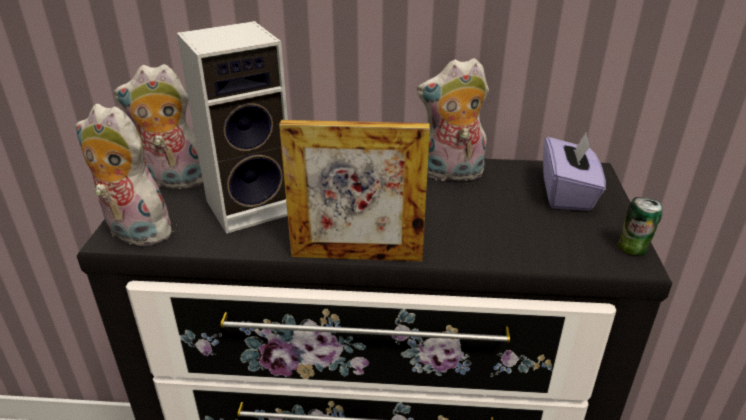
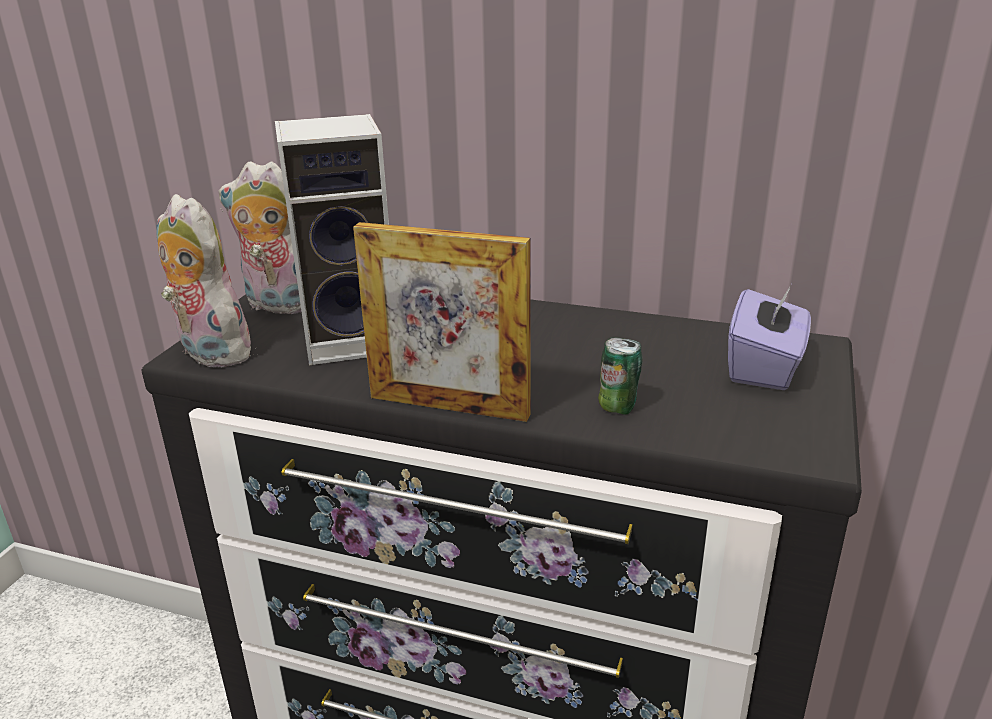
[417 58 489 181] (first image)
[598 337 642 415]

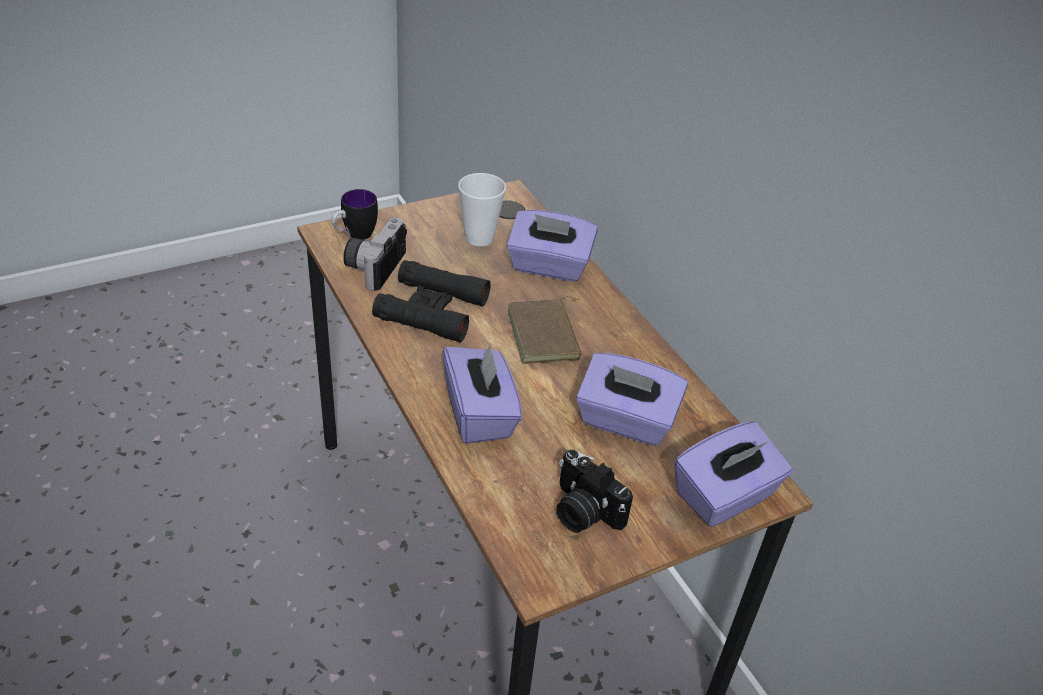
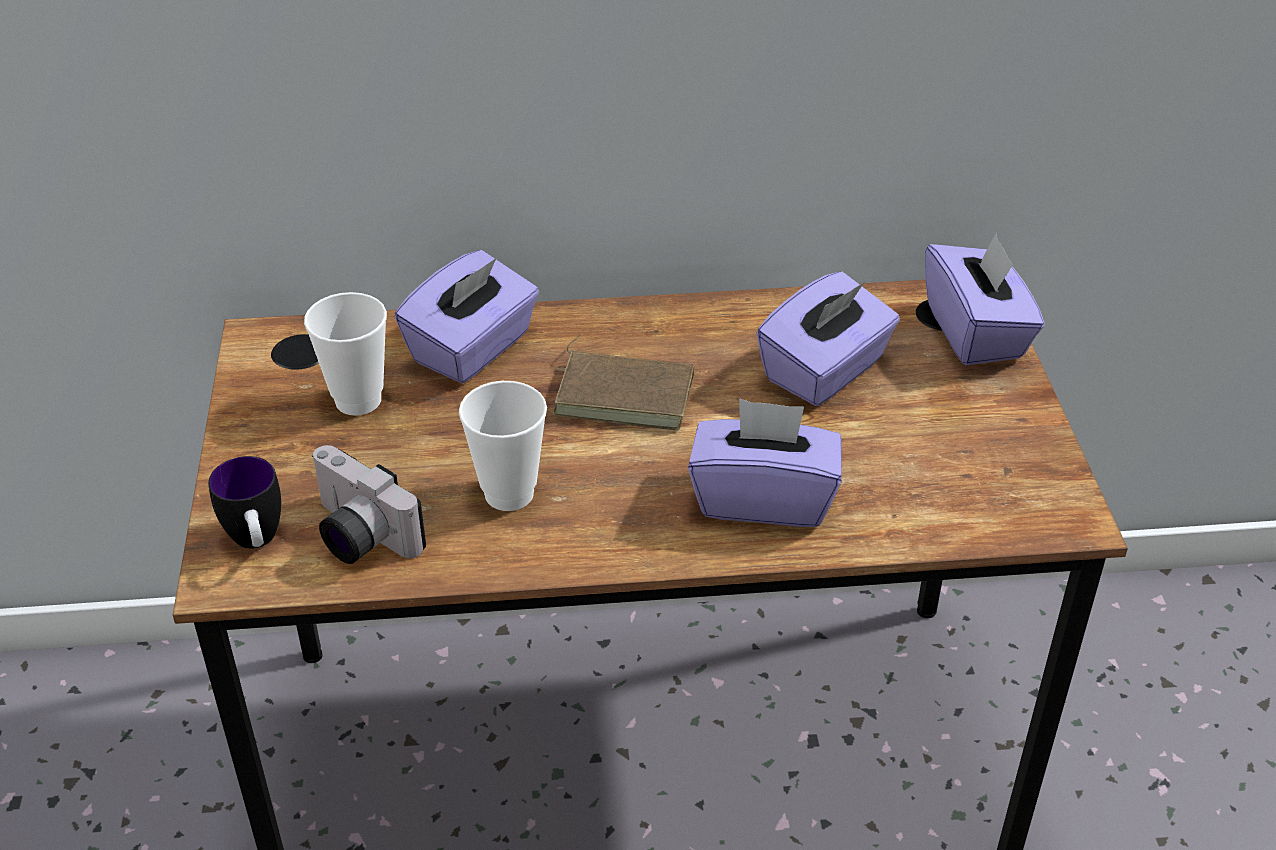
[459 381 547 511]
[556 450 633 533] (first image)

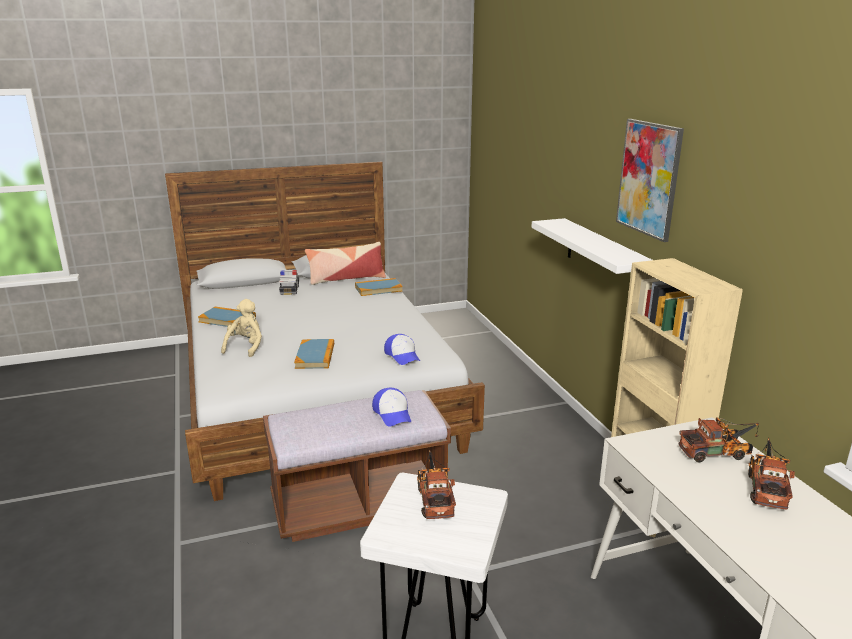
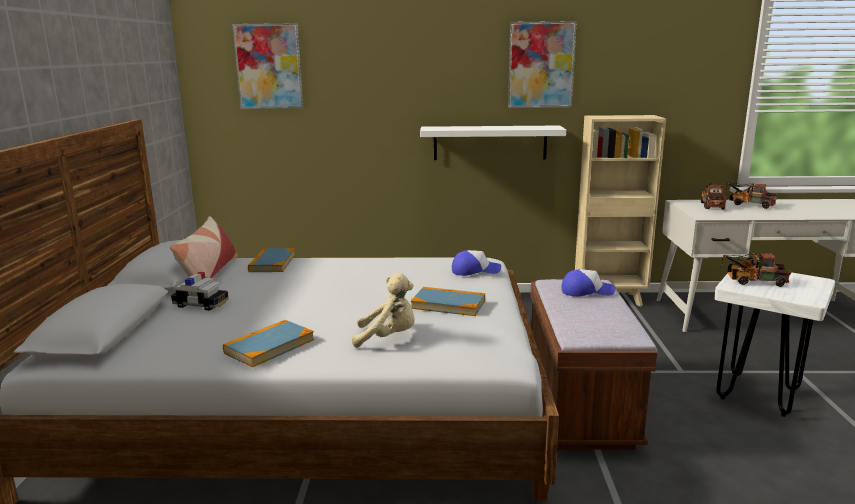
[352 273 415 348]
[232 23 303 109]

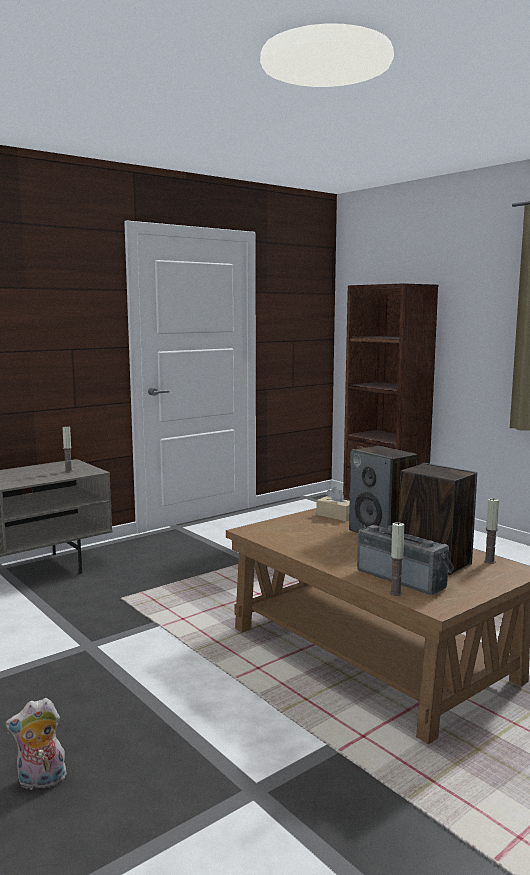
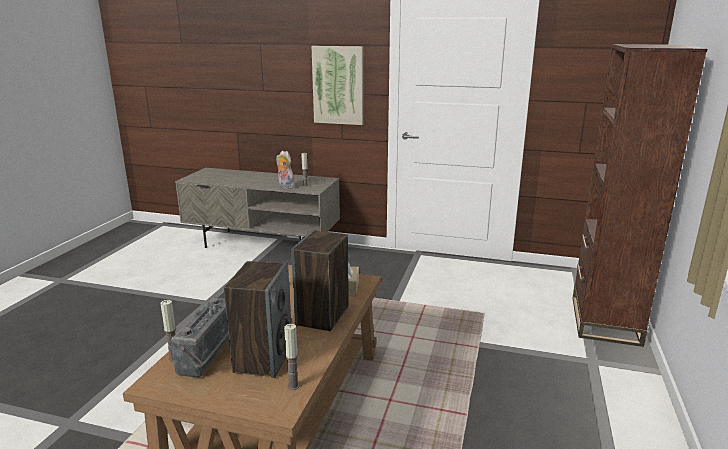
[276 151 295 189]
[311 46 363 125]

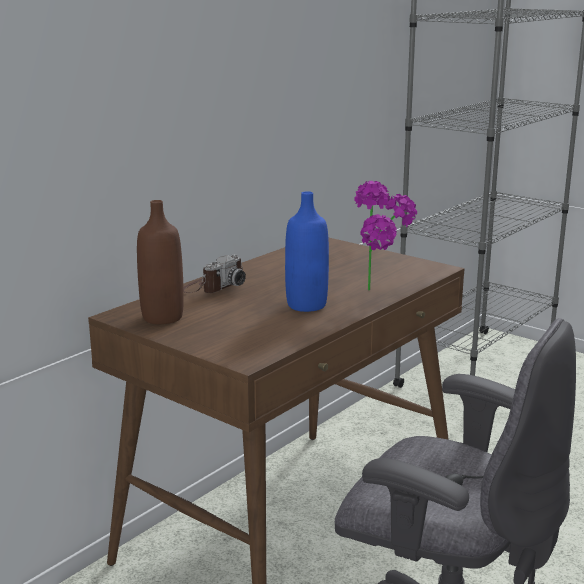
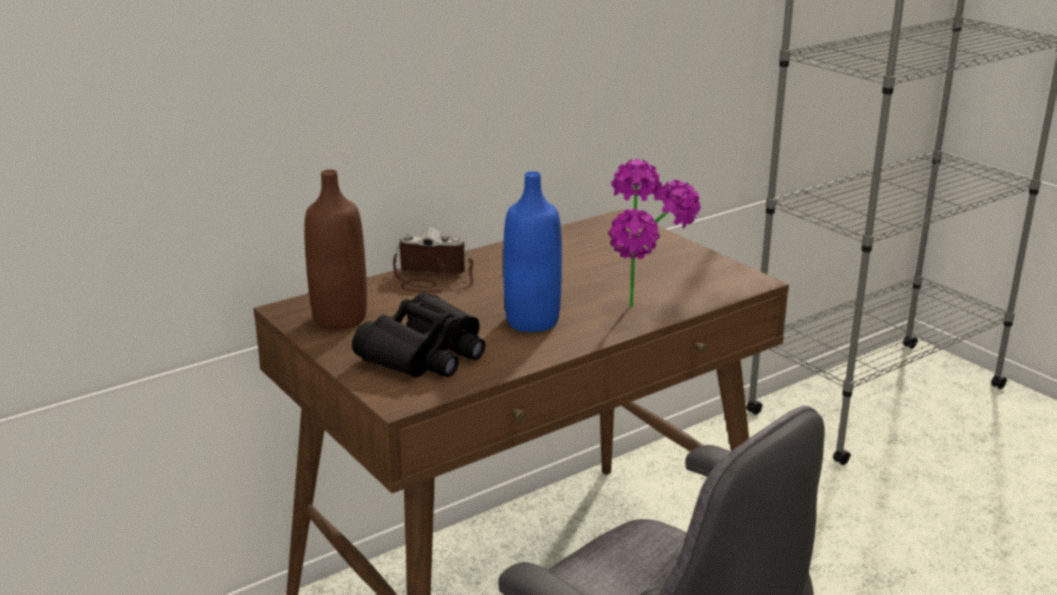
[393 227 474 292]
[352 293 485 377]

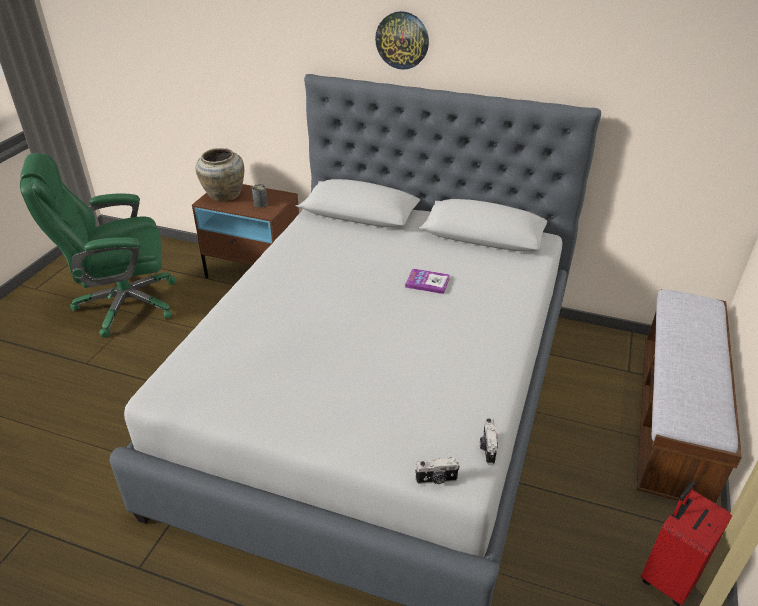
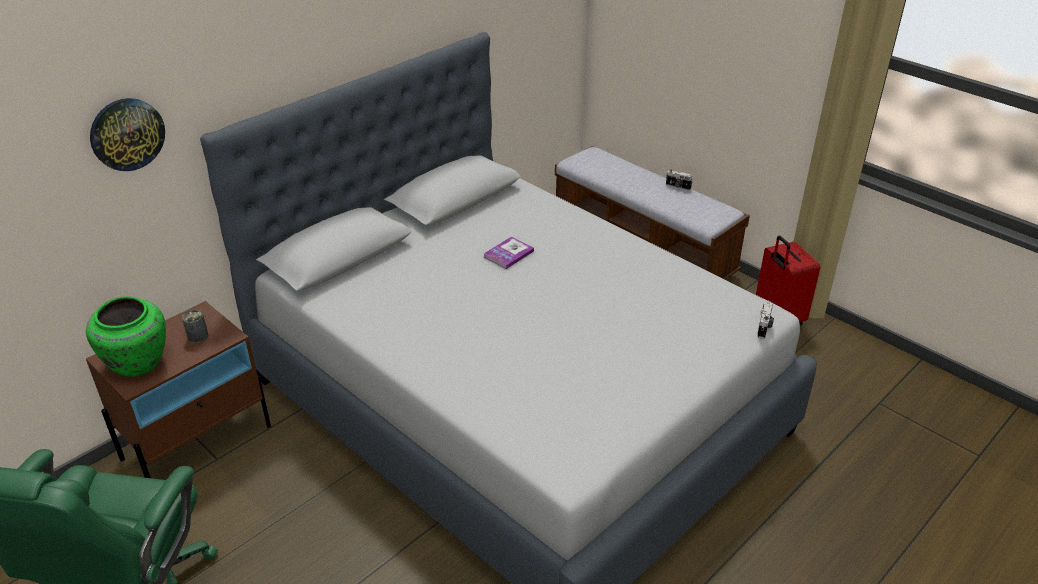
[90 98 165 171]
[86 296 166 377]
[666 169 693 191]

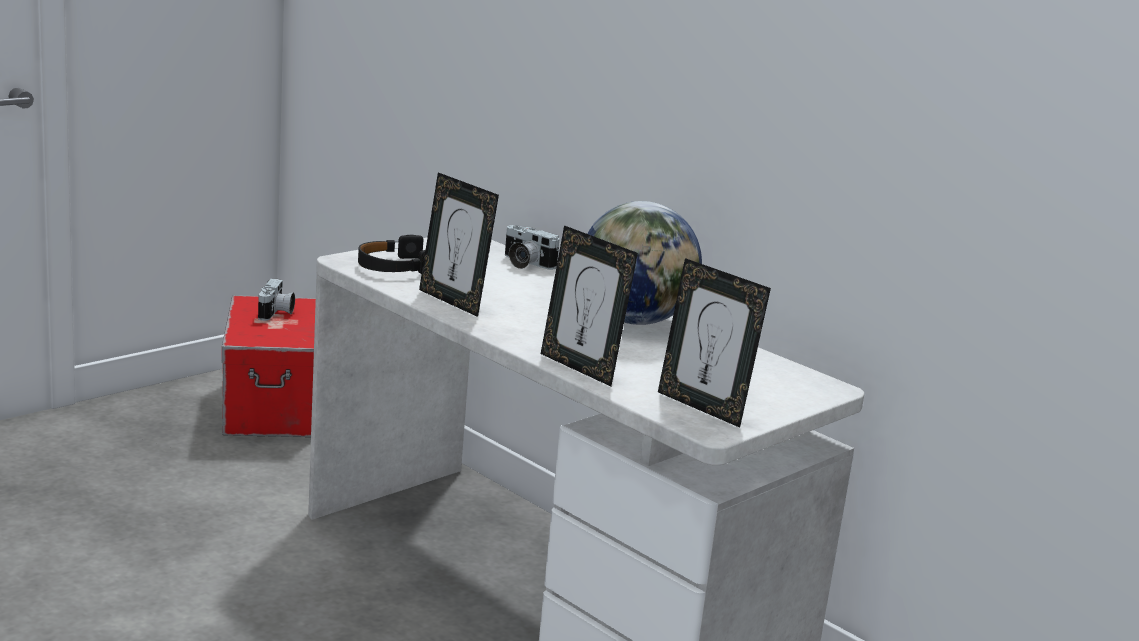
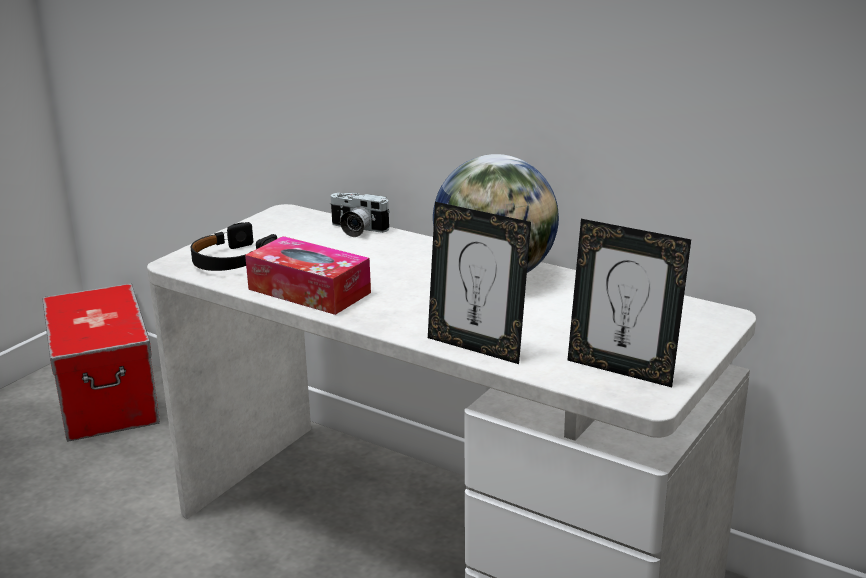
[245 236 371 315]
[258 279 295 321] (first image)

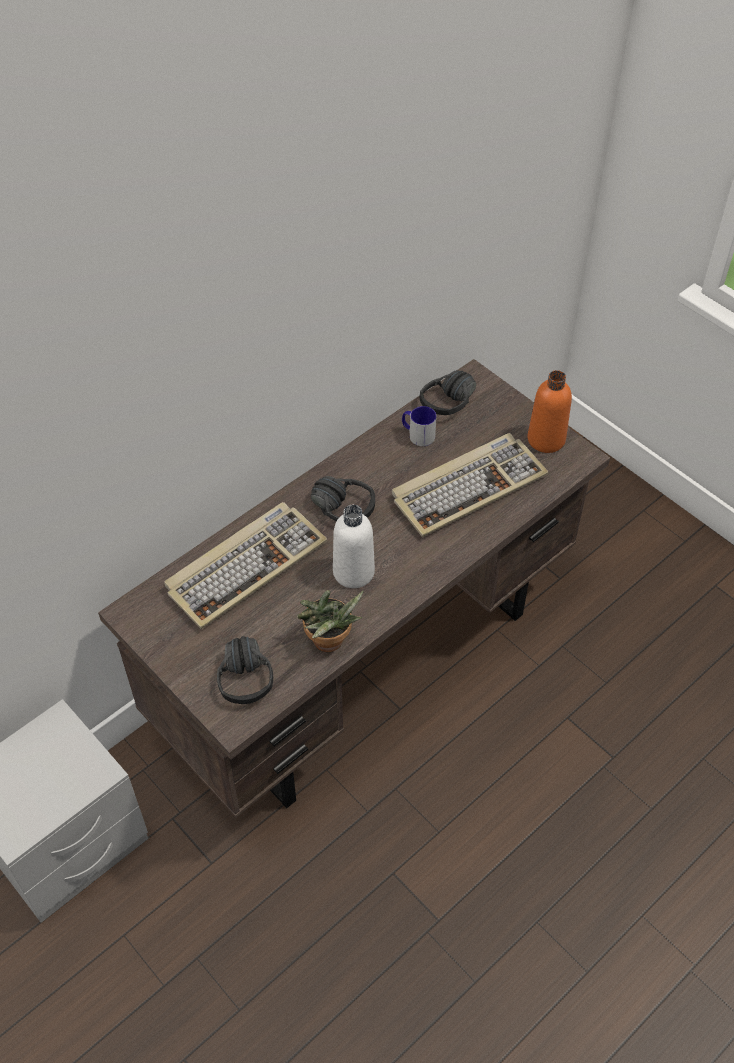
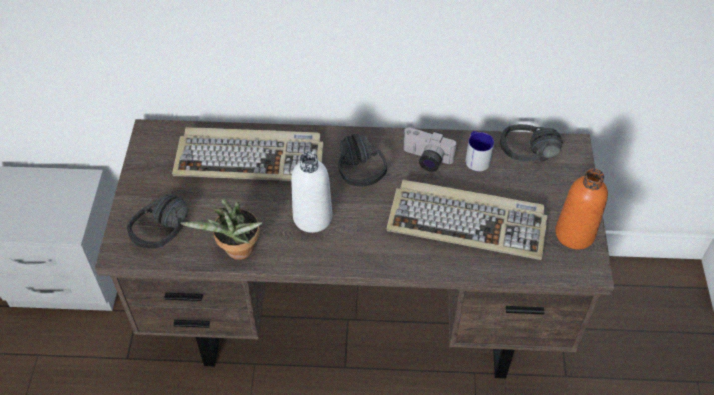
[403 127 457 172]

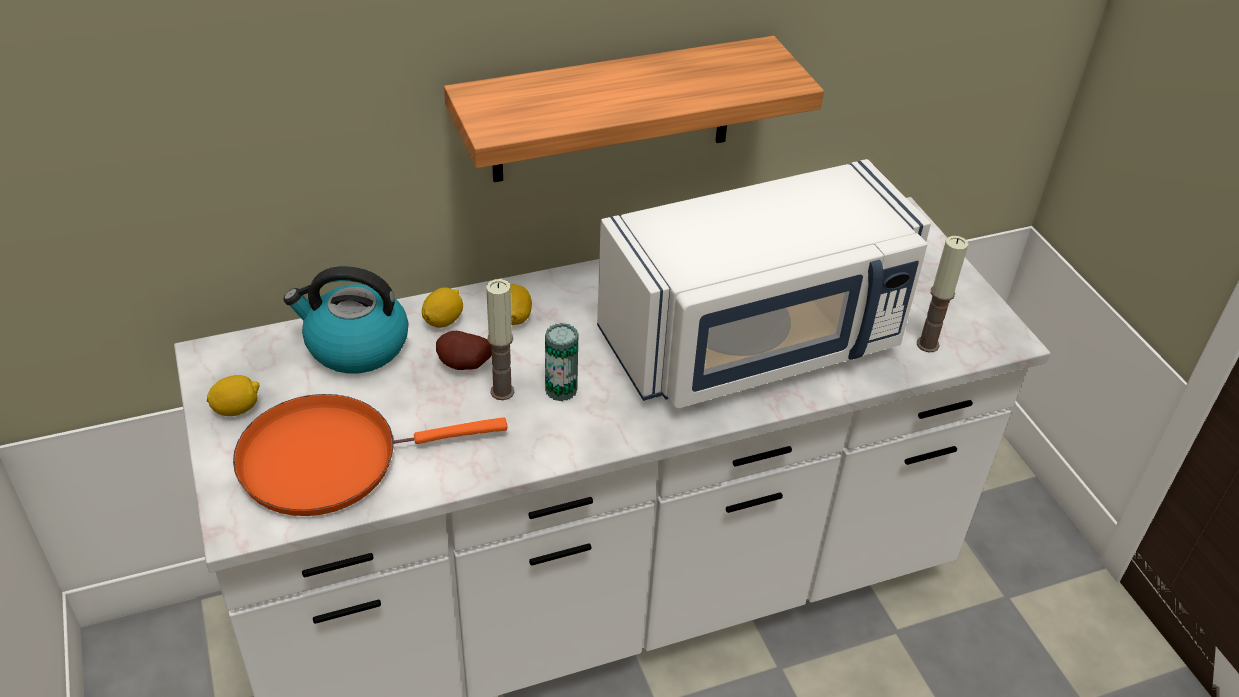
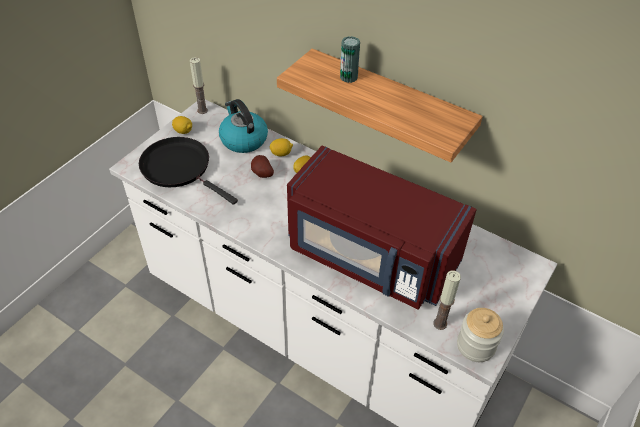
[287 146 477 309]
[190 57 208 114]
[340 36 360 83]
[139 137 238 205]
[457 308 504 362]

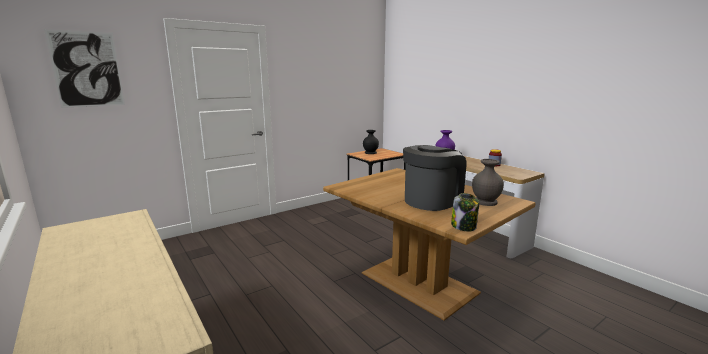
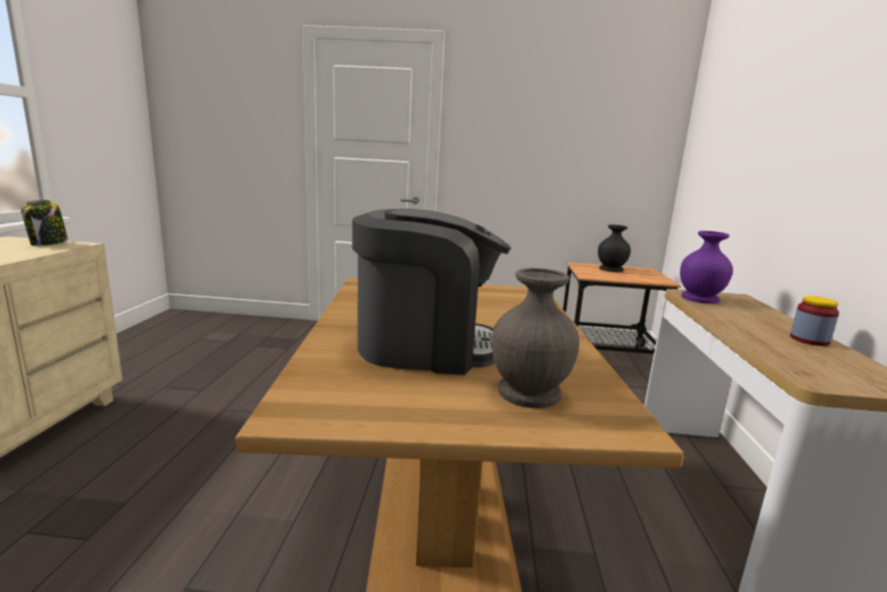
[44 29 125 108] (first image)
[21 200 68 246]

